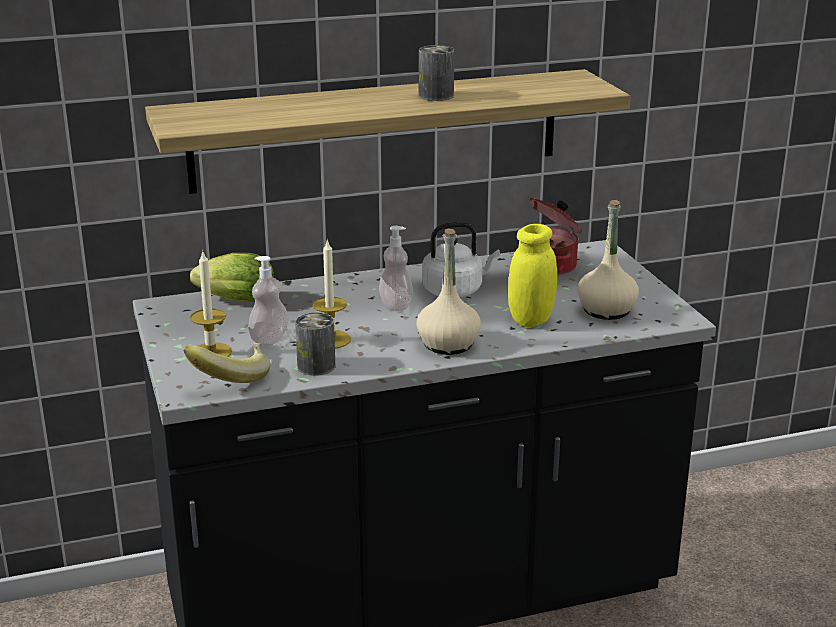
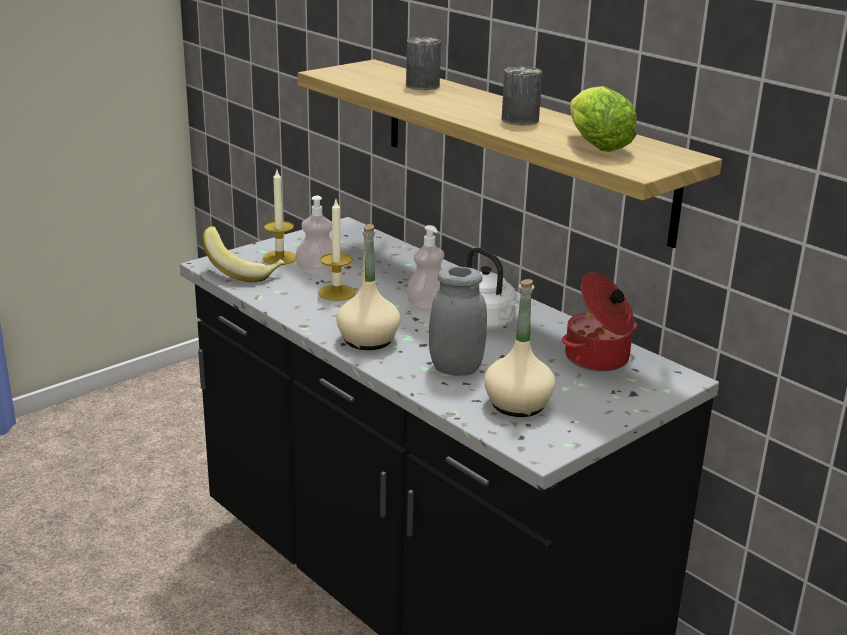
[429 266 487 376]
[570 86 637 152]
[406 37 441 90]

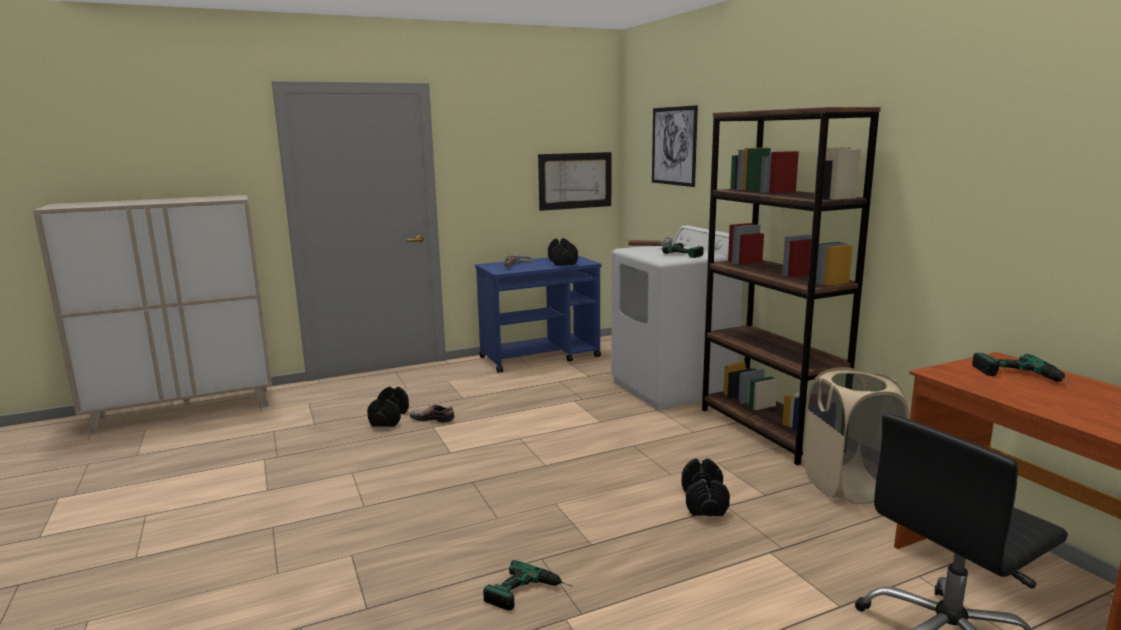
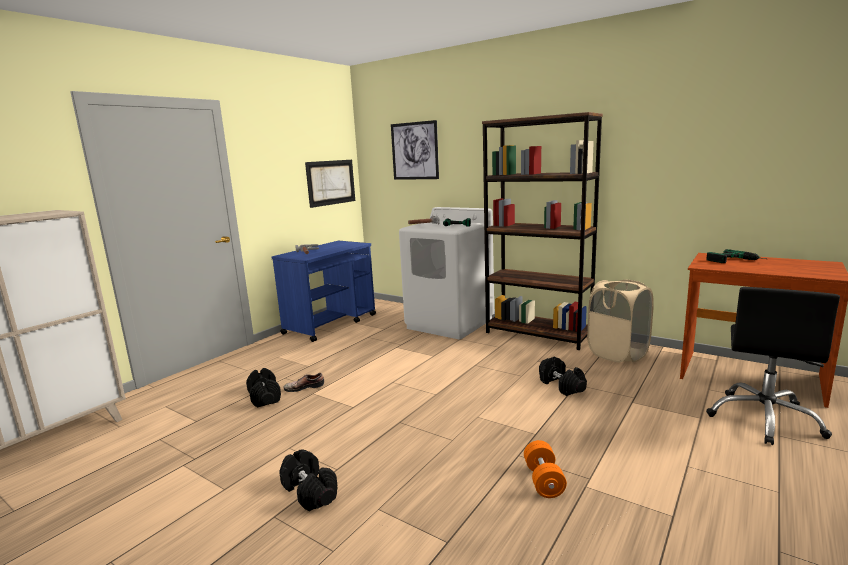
[279 449 338 511]
[524 440 567 498]

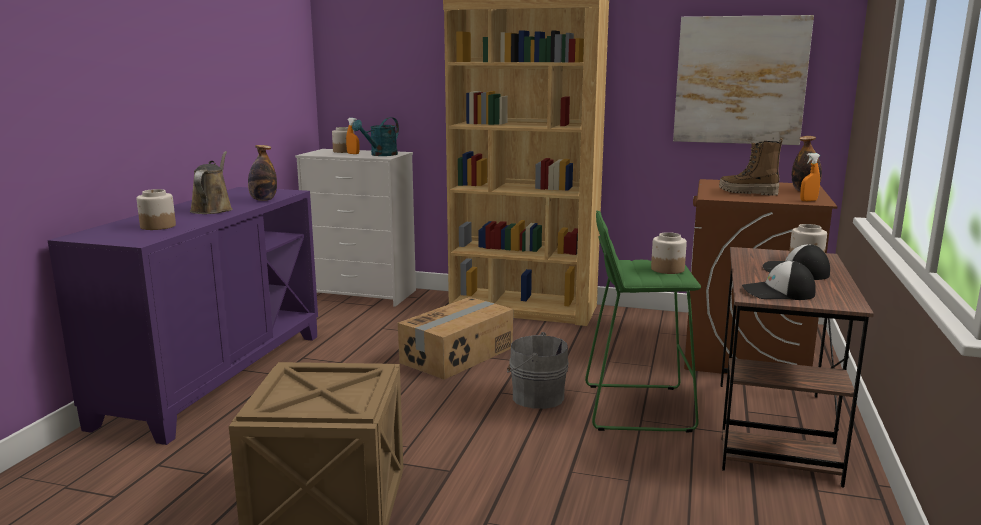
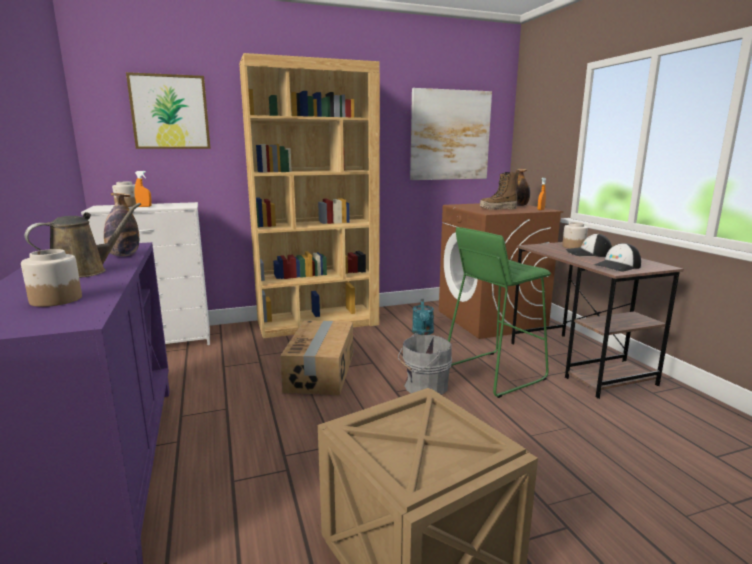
[412 299 434 335]
[25 203 141 278]
[651 232 687 274] (first image)
[126 72 211 149]

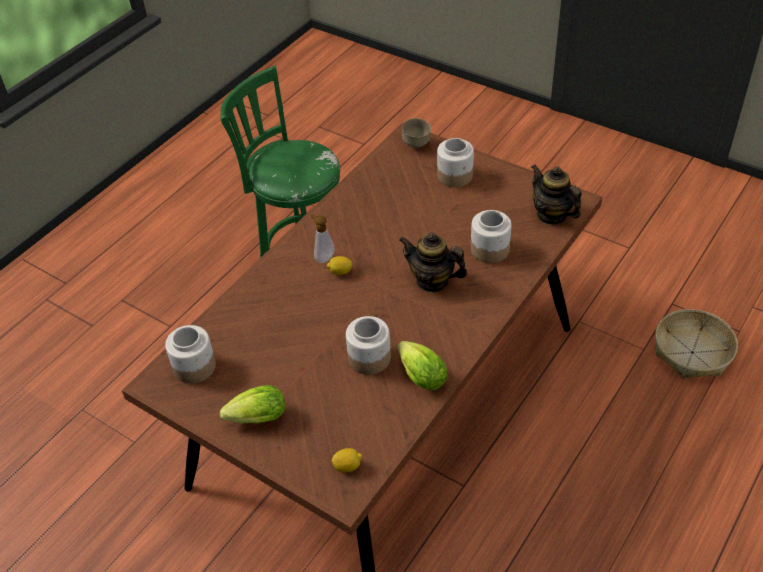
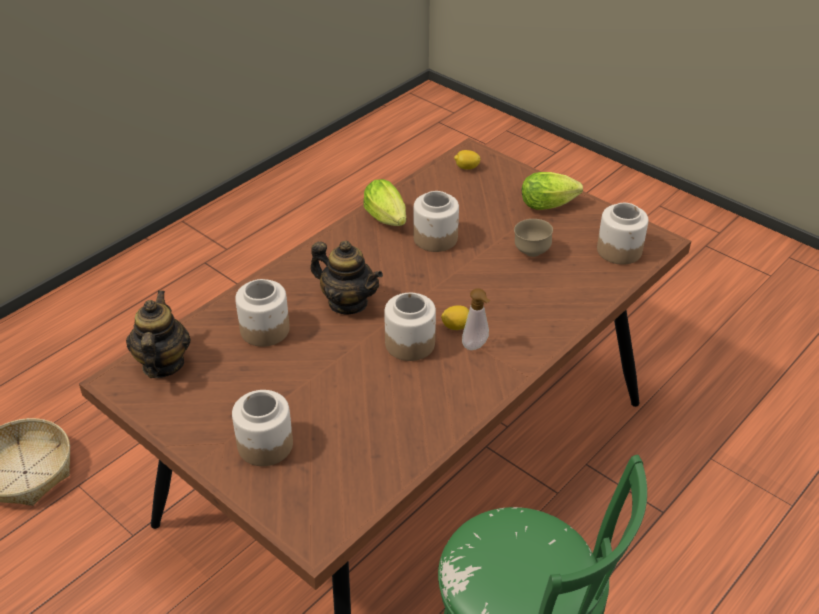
[514 219 553 257]
[126 290 191 378]
[384 293 436 361]

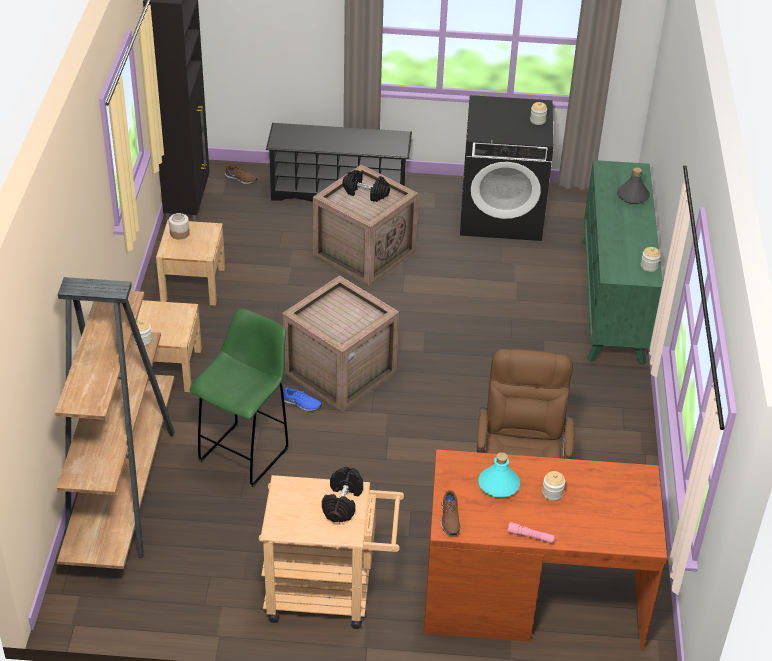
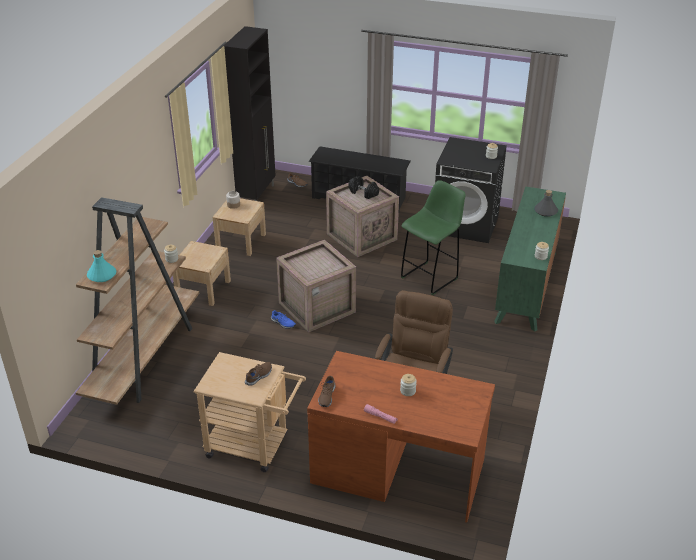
[401 180 466 295]
[87 250 116 282]
[245 362 272 386]

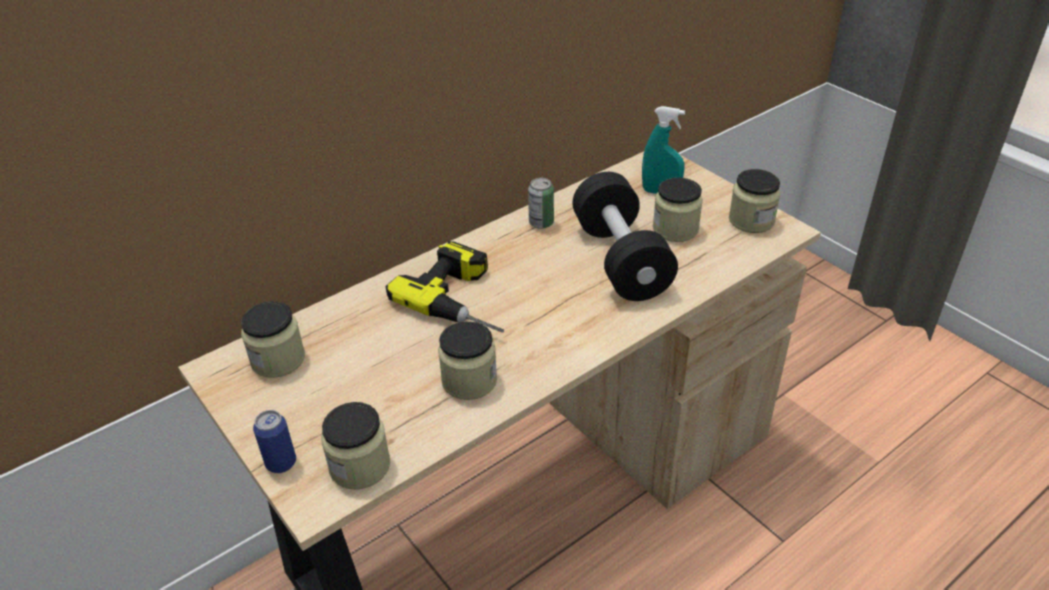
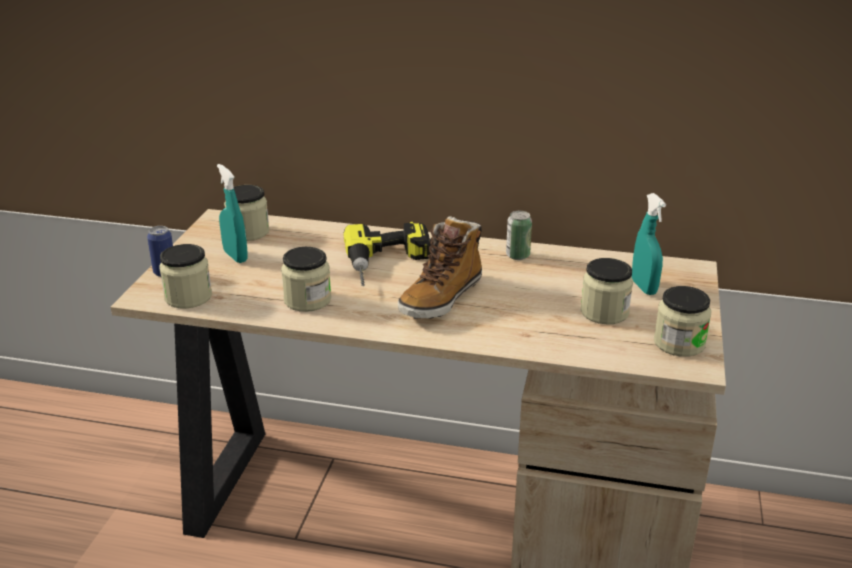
[573 172 678 301] (first image)
[217 164 248 263]
[398 217 482 319]

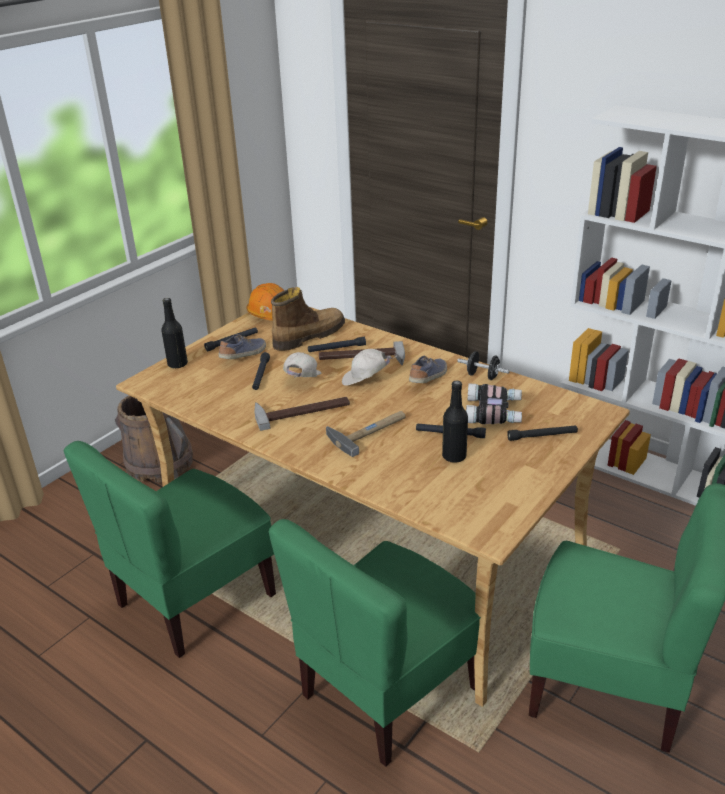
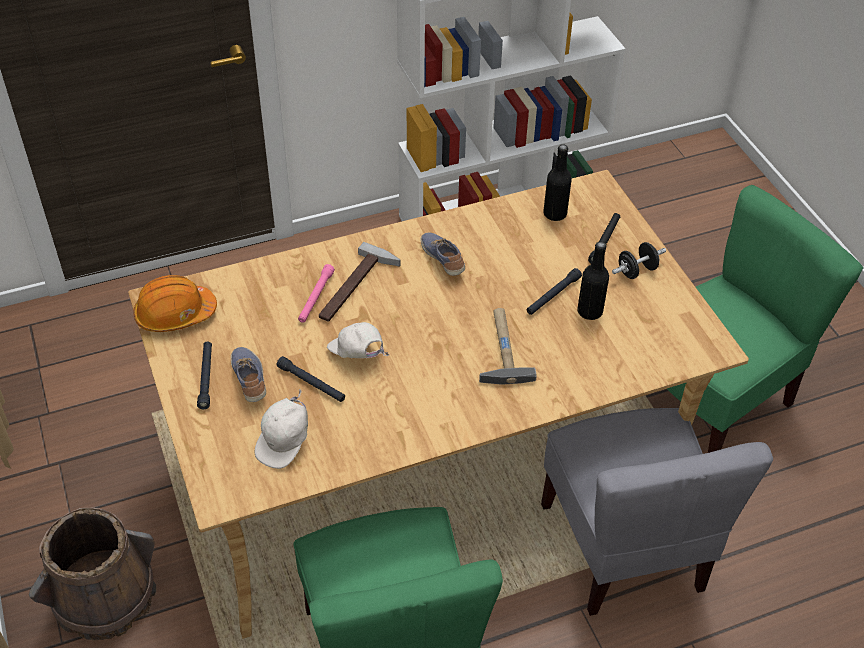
[271 287 345 351] (first image)
[543 144 572 221]
[298 264 335 323]
[255 389 308 469]
[612 242 666 279]
[466 383 522 424] (first image)
[254 397 350 431] (first image)
[541 408 773 616]

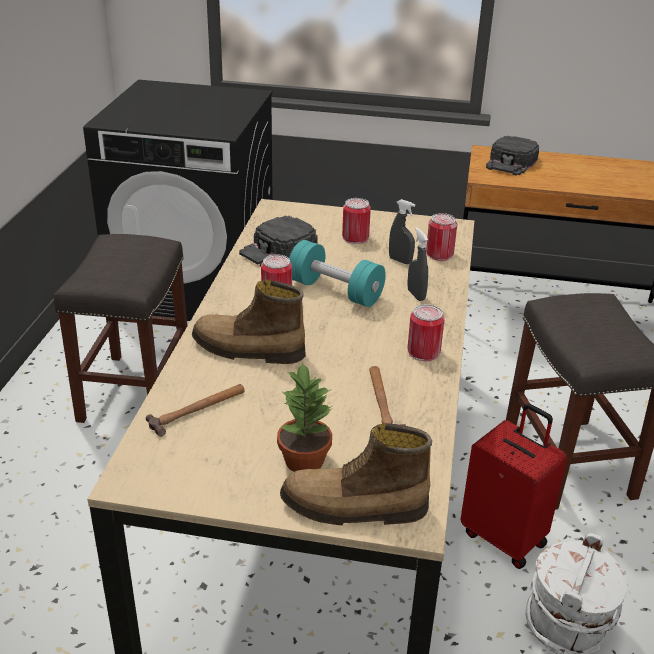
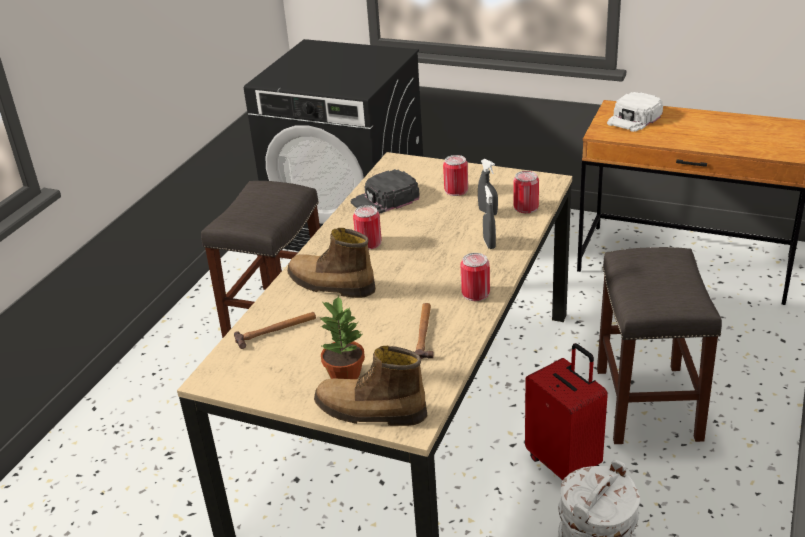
[607 92 663 132]
[289 240 386 307] (first image)

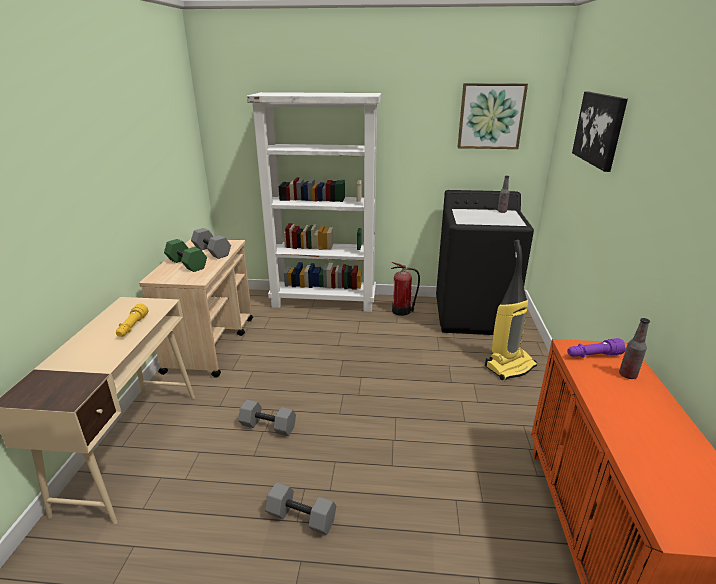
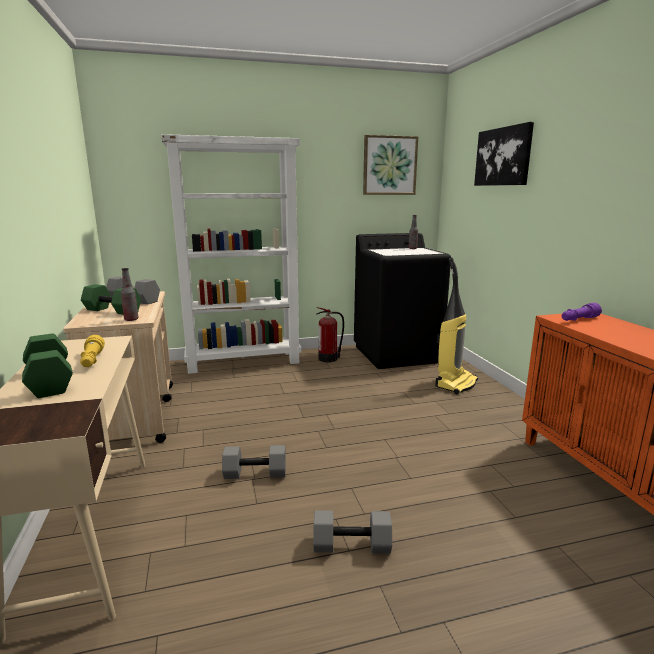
[121 268 139 321]
[22 333 73 398]

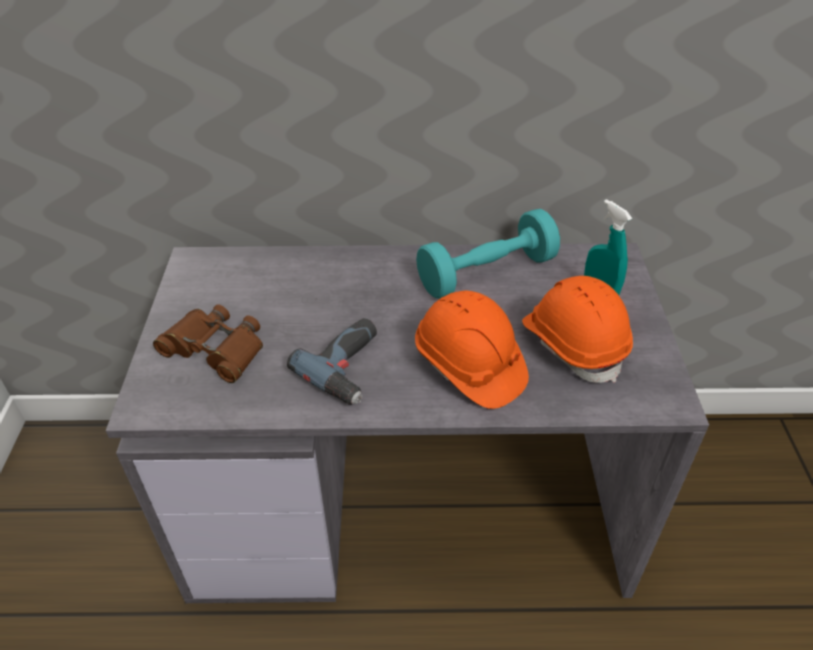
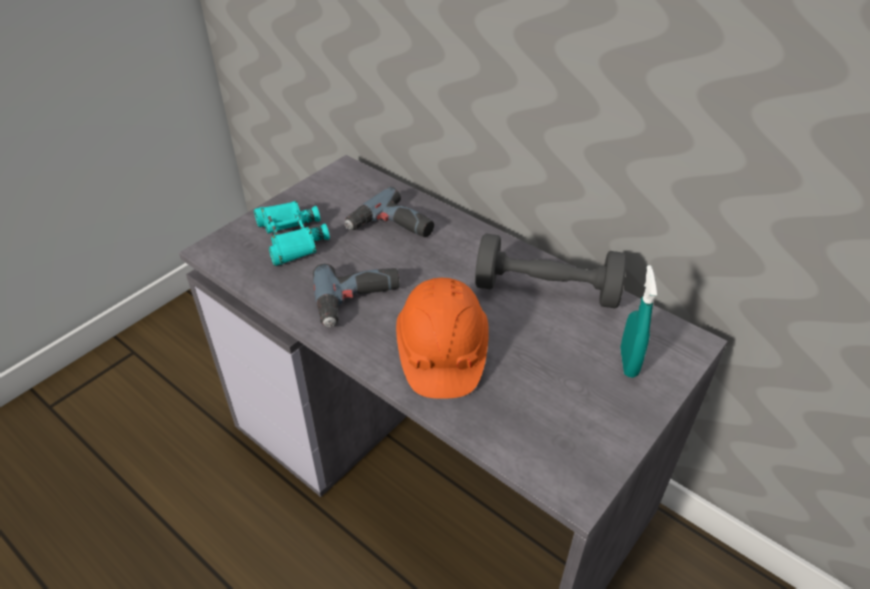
[475 234 627 309]
[522 276 633 383] (first image)
[254 201 330 266]
[345 186 434 237]

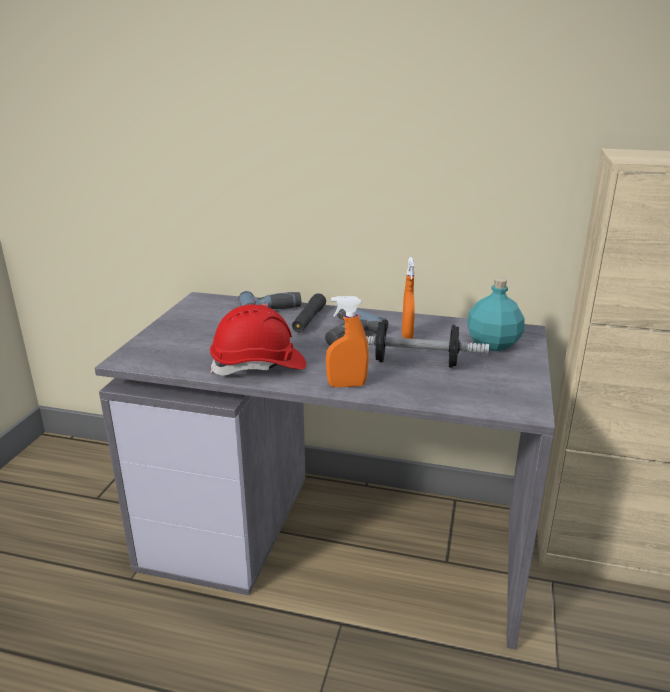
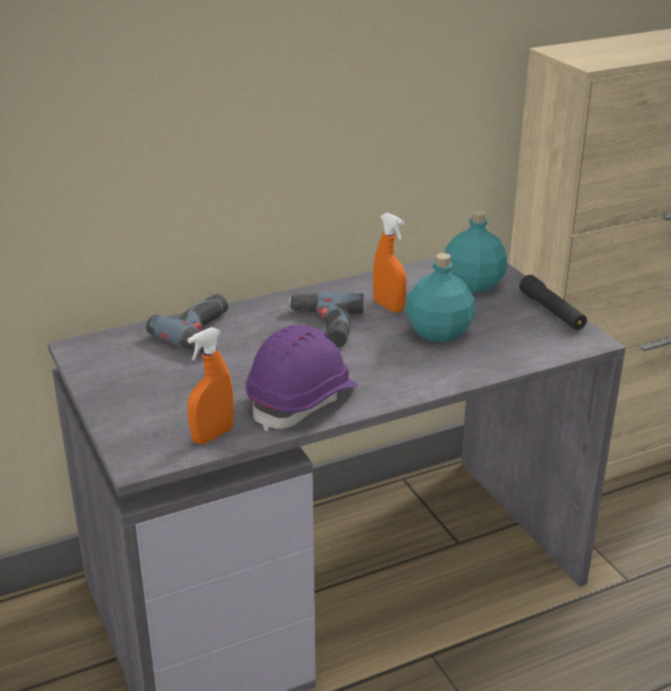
[519 275 587 330]
[187 327 234 444]
[245 325 357 431]
[405 253 476 342]

